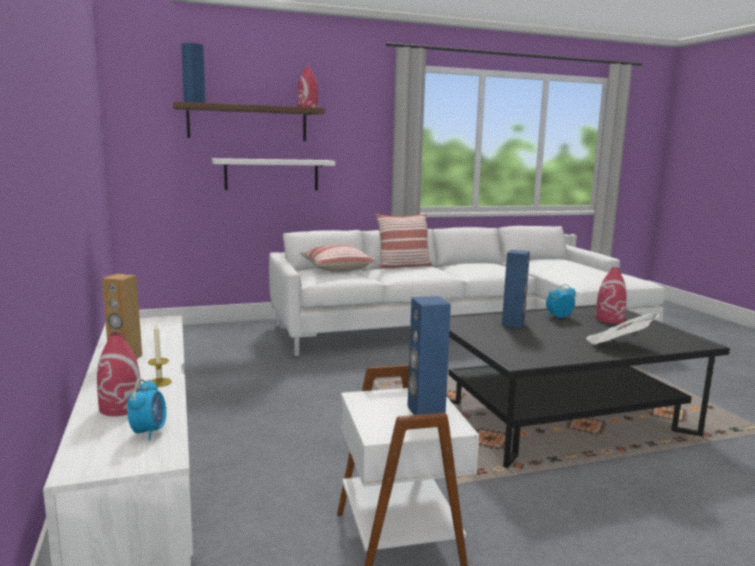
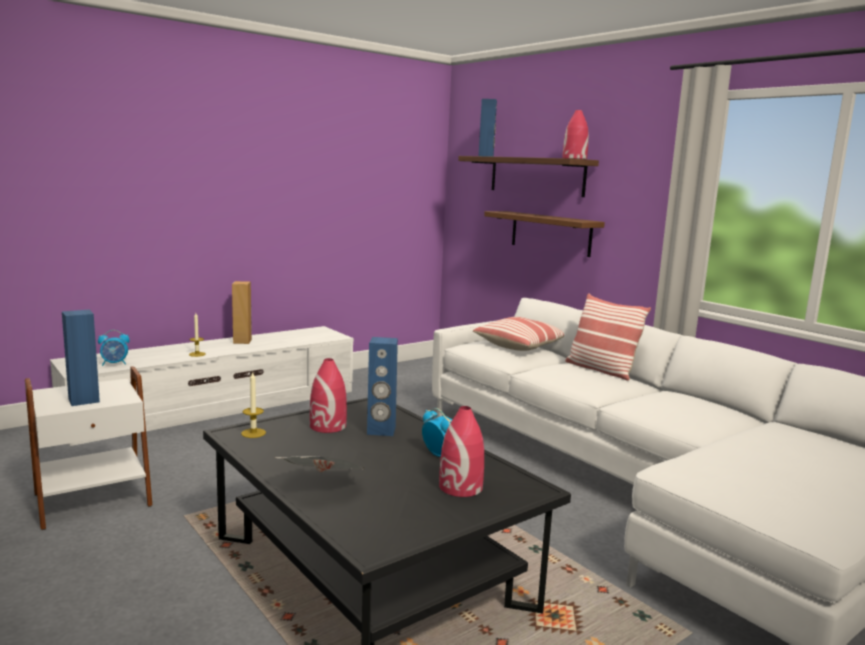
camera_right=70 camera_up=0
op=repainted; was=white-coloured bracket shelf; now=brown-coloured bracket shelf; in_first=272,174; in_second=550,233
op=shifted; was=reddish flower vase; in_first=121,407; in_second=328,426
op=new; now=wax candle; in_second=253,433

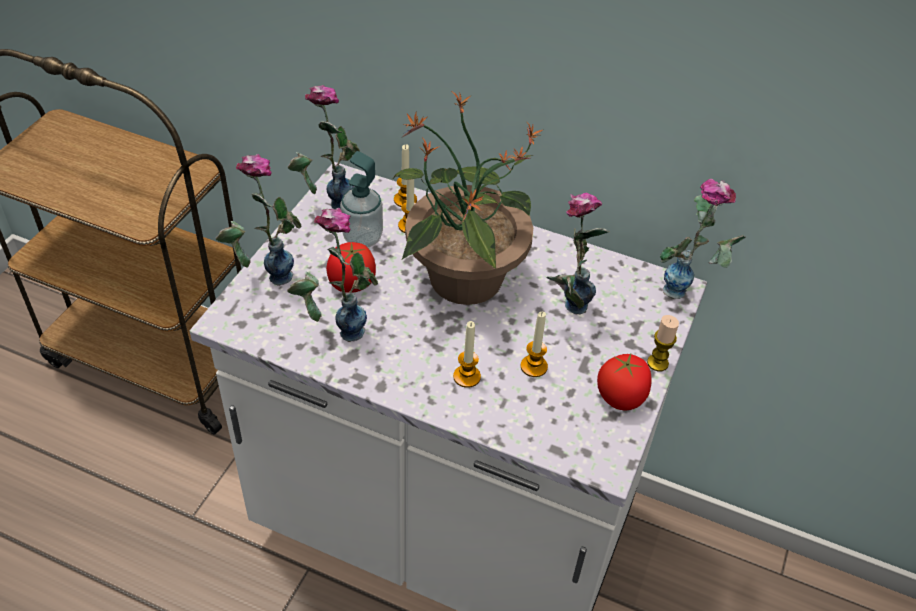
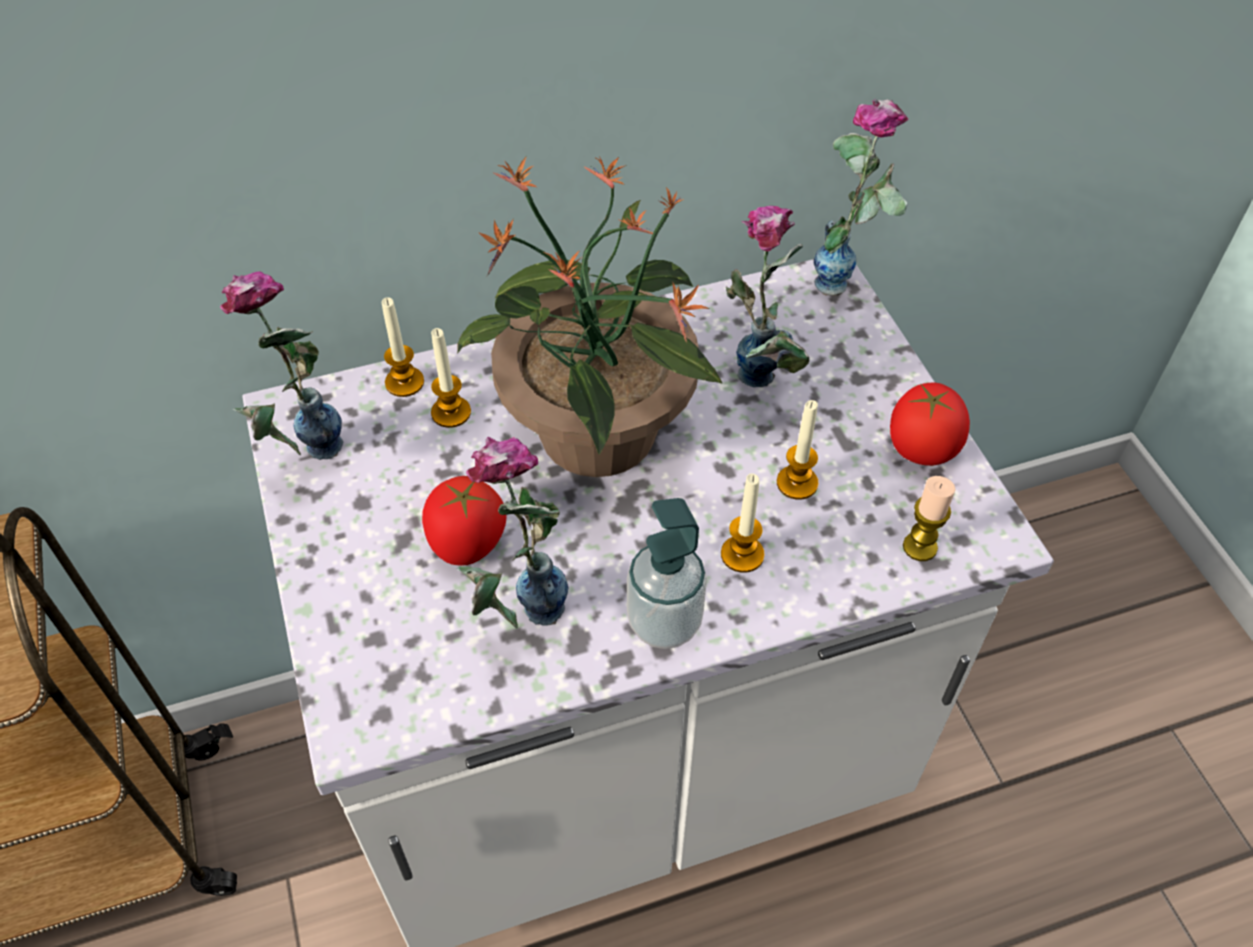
camera_right=-40 camera_up=5
op=shifted; was=soap bottle; in_first=362,238; in_second=664,623
op=gone; was=flower vase; in_first=264,277
op=shifted; was=wax candle; in_first=657,363; in_second=919,547

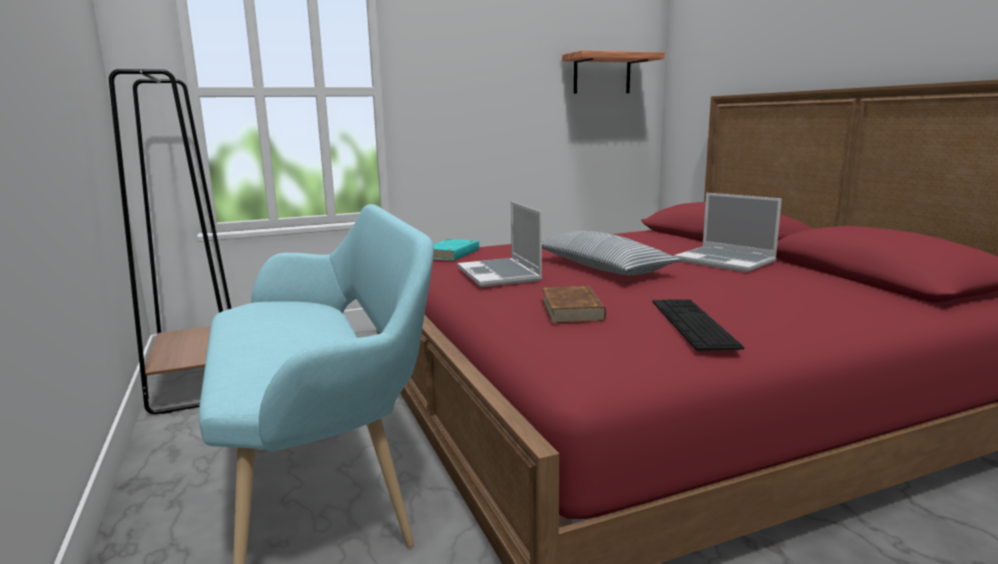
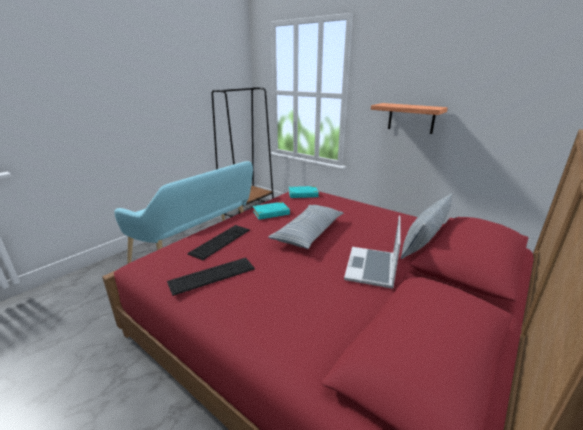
camera_right=60 camera_up=10
op=shifted; was=bracket shelf; in_first=602,74; in_second=411,118
op=swapped; was=portable computer; now=turquoise bound book; in_first=500,275; in_second=271,213
op=swapped; was=brown-coloured bound book; now=PC keyboard; in_first=572,310; in_second=220,241
op=new; now=pillow; in_second=424,242

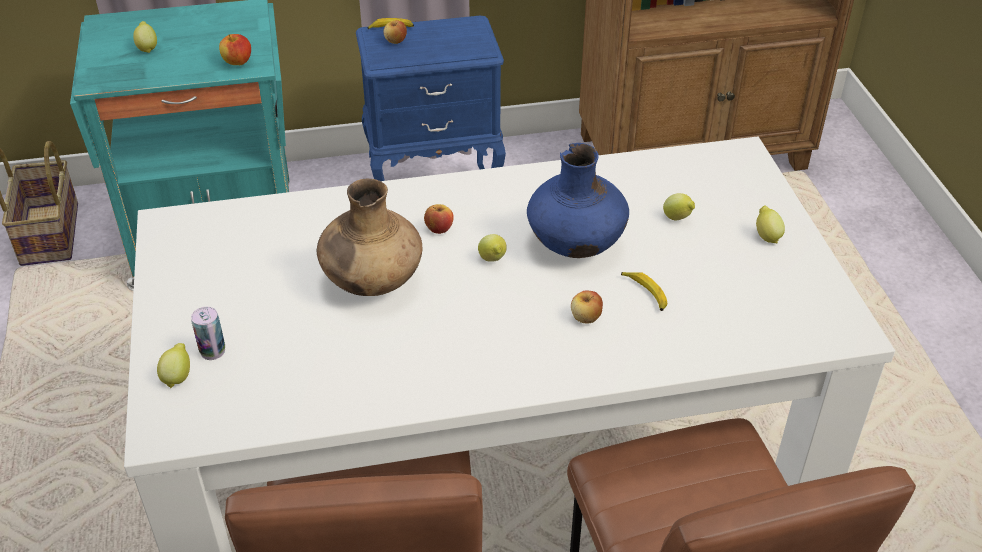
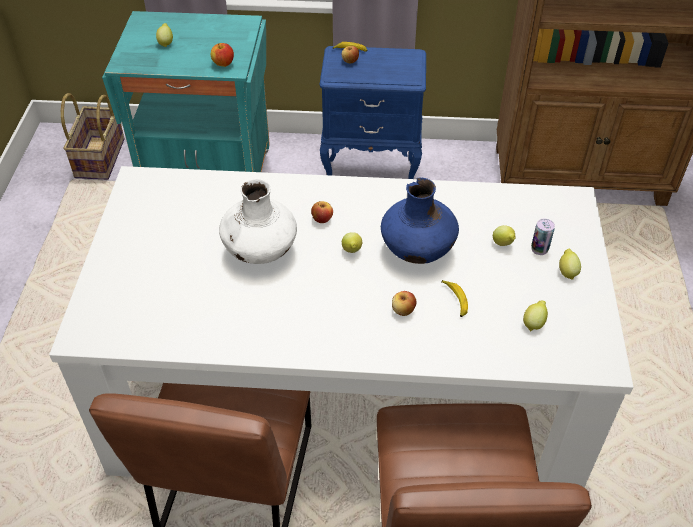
camera_right=15 camera_up=5
op=repainted; was=brown-coloured flower vase; now=white-coloured flower vase; in_first=372,282; in_second=260,251
op=shifted; was=metal can; in_first=212,351; in_second=539,249
op=shifted; was=lemon; in_first=178,377; in_second=534,323

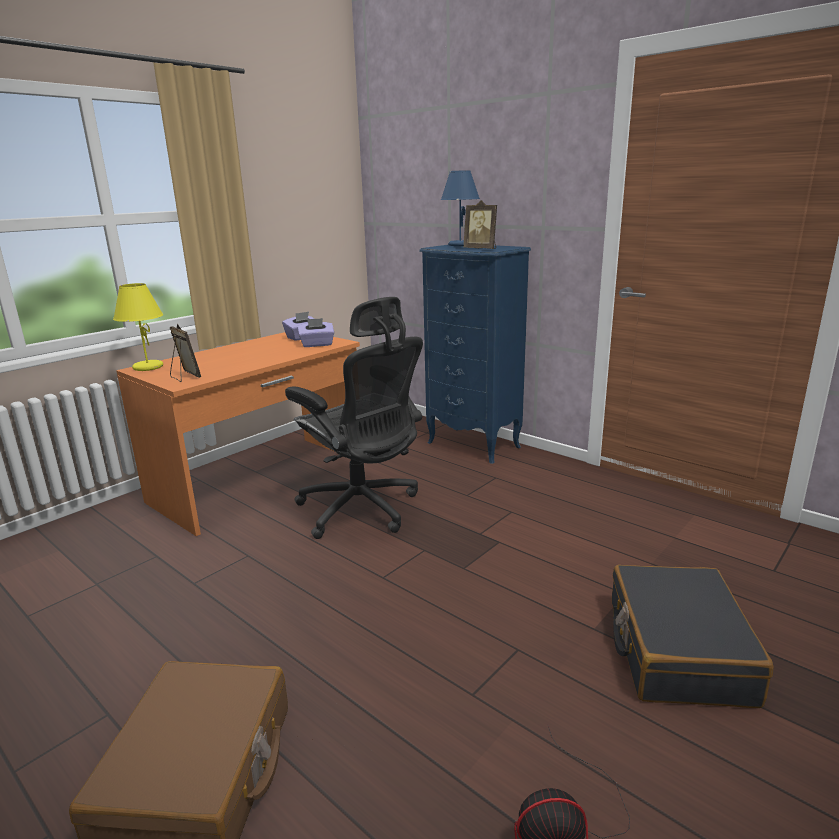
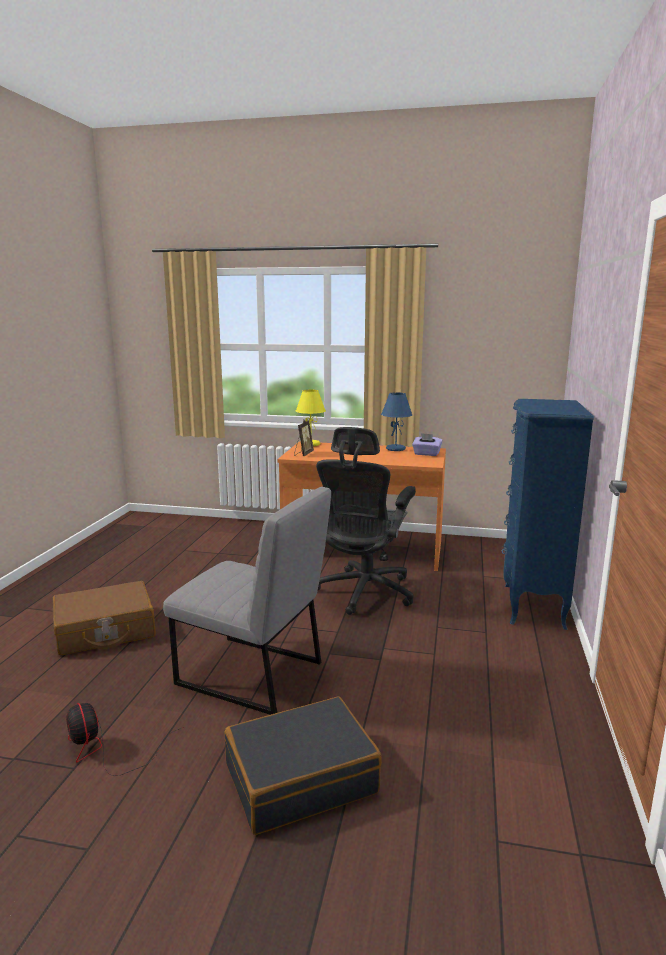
camera_right=60 camera_up=-5
op=shifted; was=blue-coloured table lamp; in_first=459,245; in_second=395,449
op=gone; was=picture frame; in_first=481,249
op=gone; was=purple-coloured tissue holder; in_first=317,344
op=new; now=gray chair; in_second=253,674

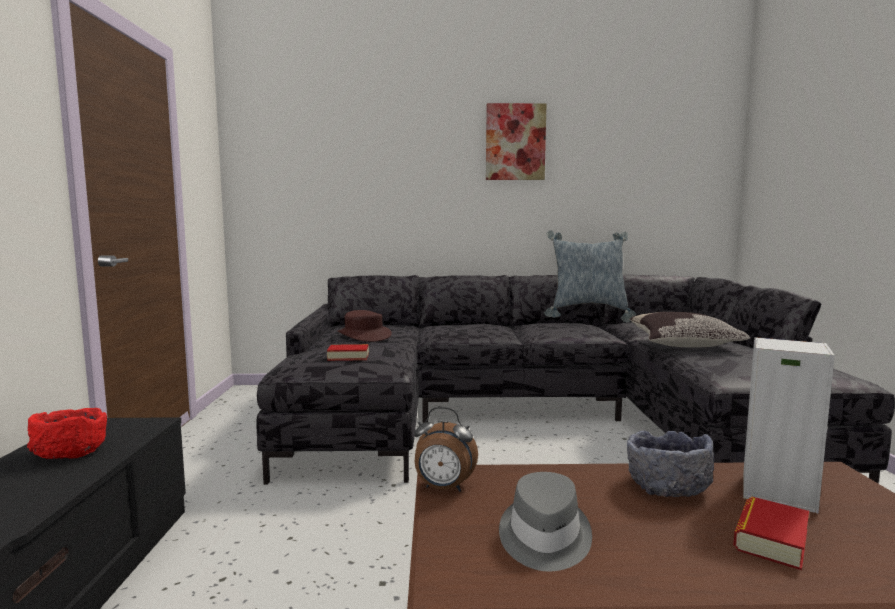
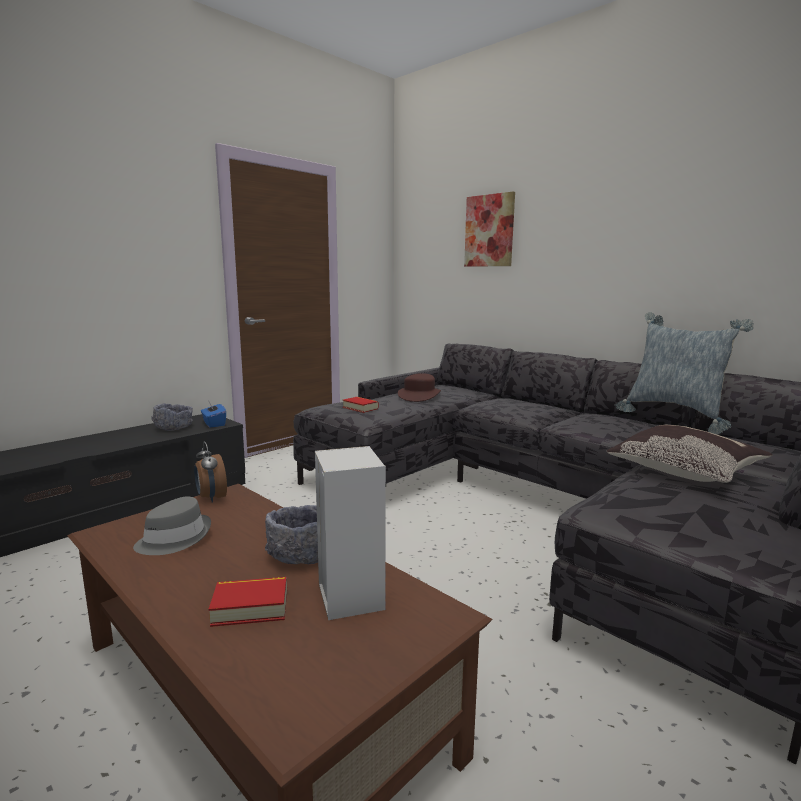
camera_right=45 camera_up=5
op=shifted; was=wall art; in_first=515,142; in_second=489,231
op=repainted; was=reddish deep dish; now=gray deep dish; in_first=70,452; in_second=173,428
op=new; now=blue-coloured tissue holder; in_second=214,424

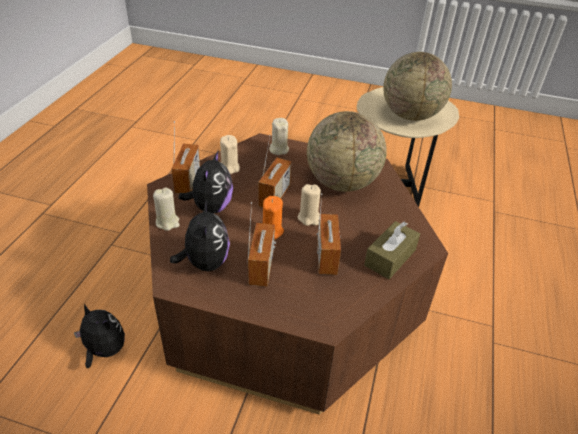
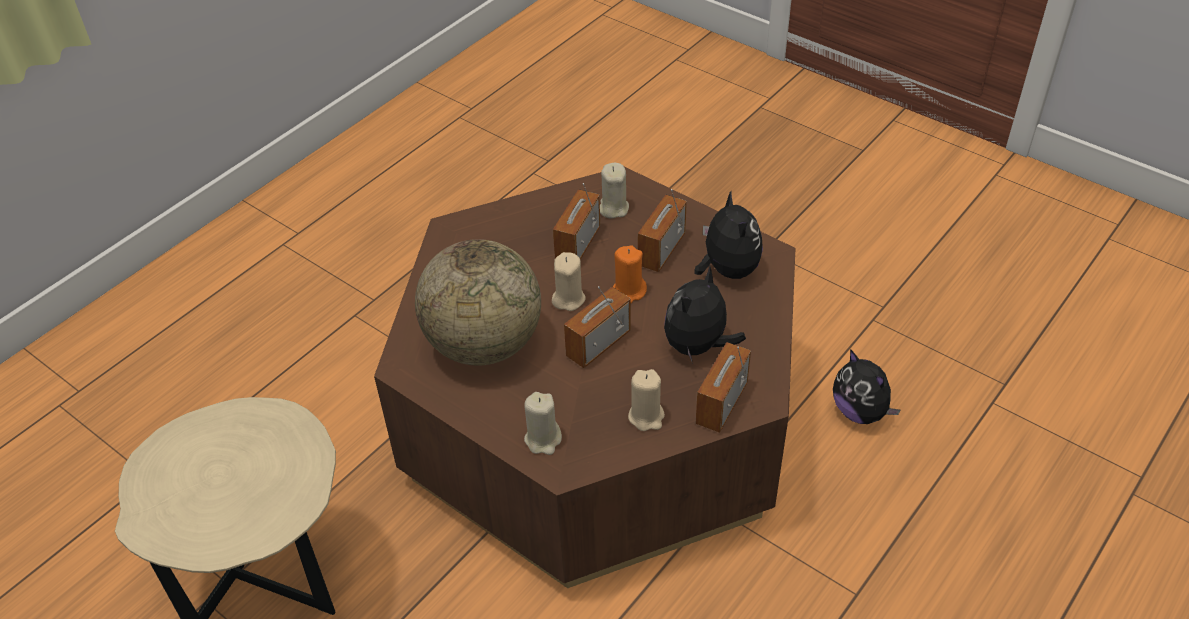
camera_right=-155 camera_up=5
op=gone; was=world globe; in_first=410,115
op=shifted; was=sand-coloured wax candle; in_first=167,222; in_second=613,208
op=rotated; was=soft toy; in_first=205,263; in_second=727,270; clockwise=150
op=gone; was=brown-coloured tissue holder; in_first=390,257

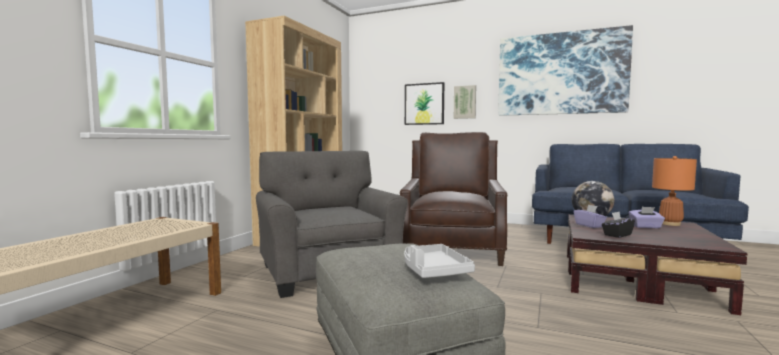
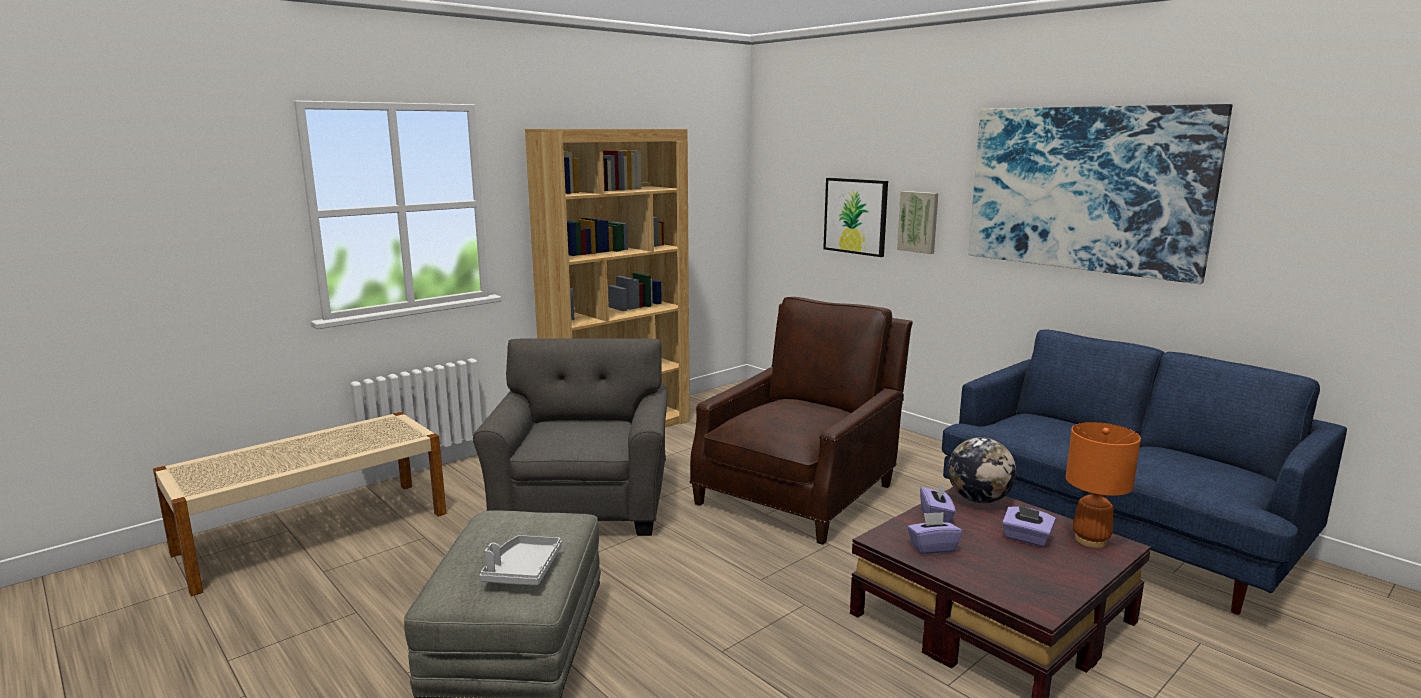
camera_right=25 camera_up=10
op=repainted; was=black-coloured tissue holder; now=purple-coloured tissue holder; in_first=617,235; in_second=932,547

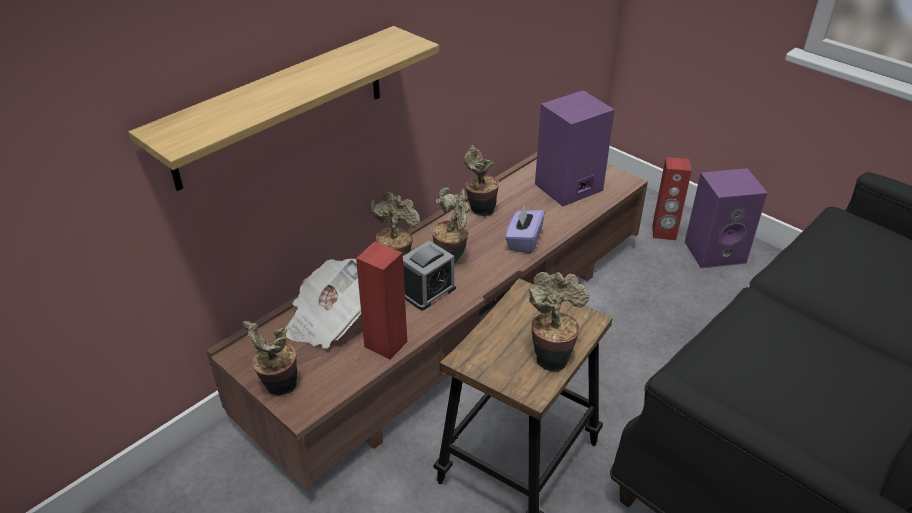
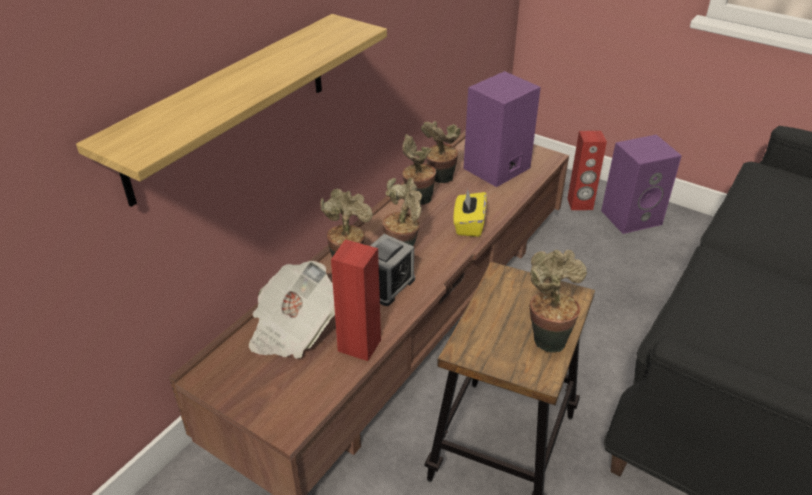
camera_right=-10 camera_up=0
op=repainted; was=purple-coloured tissue holder; now=yellowish tissue holder; in_first=523,241; in_second=469,225
op=shifted; was=plant in a pot; in_first=278,387; in_second=440,179

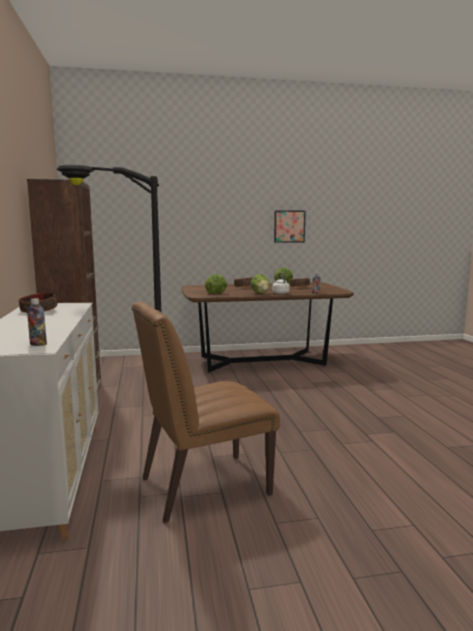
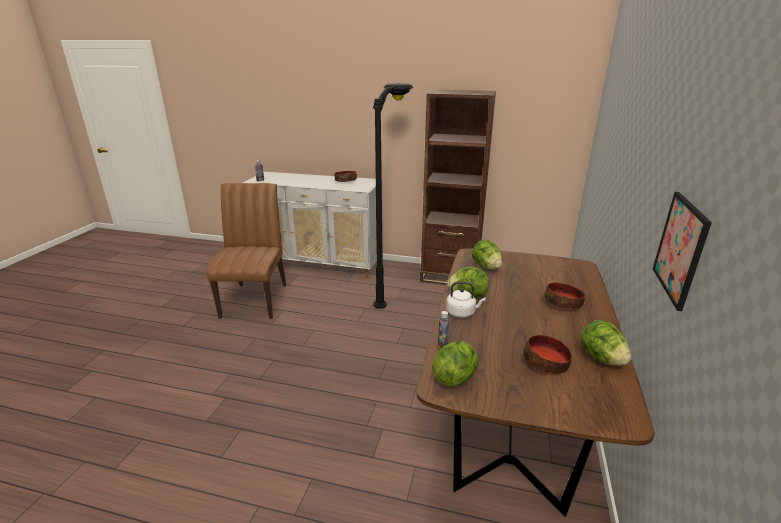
camera_right=115 camera_up=15
op=new; now=head of lettuce; in_second=455,377

